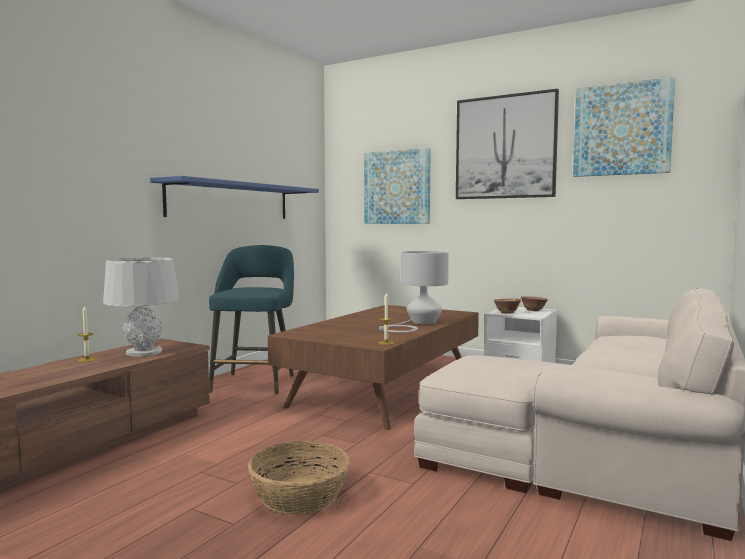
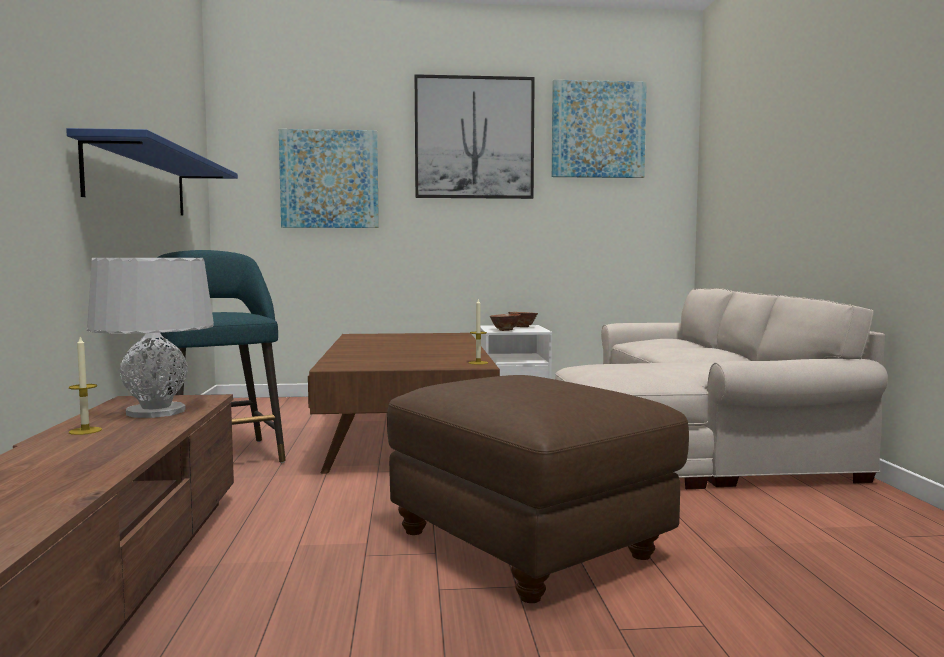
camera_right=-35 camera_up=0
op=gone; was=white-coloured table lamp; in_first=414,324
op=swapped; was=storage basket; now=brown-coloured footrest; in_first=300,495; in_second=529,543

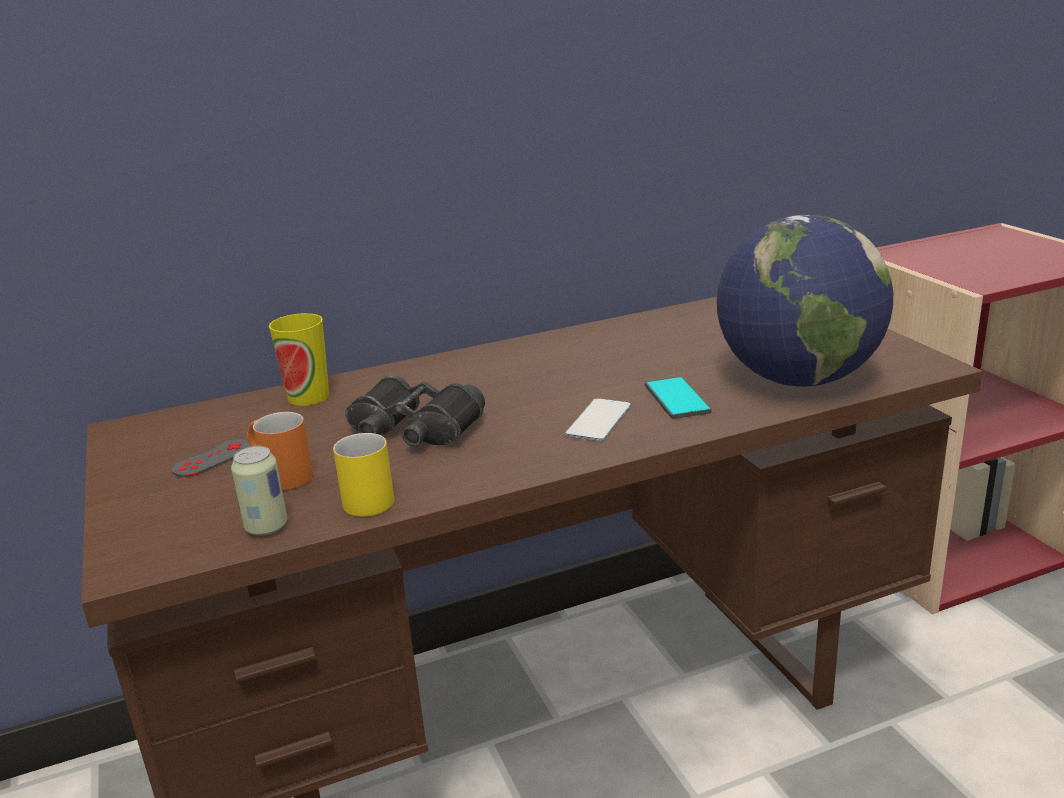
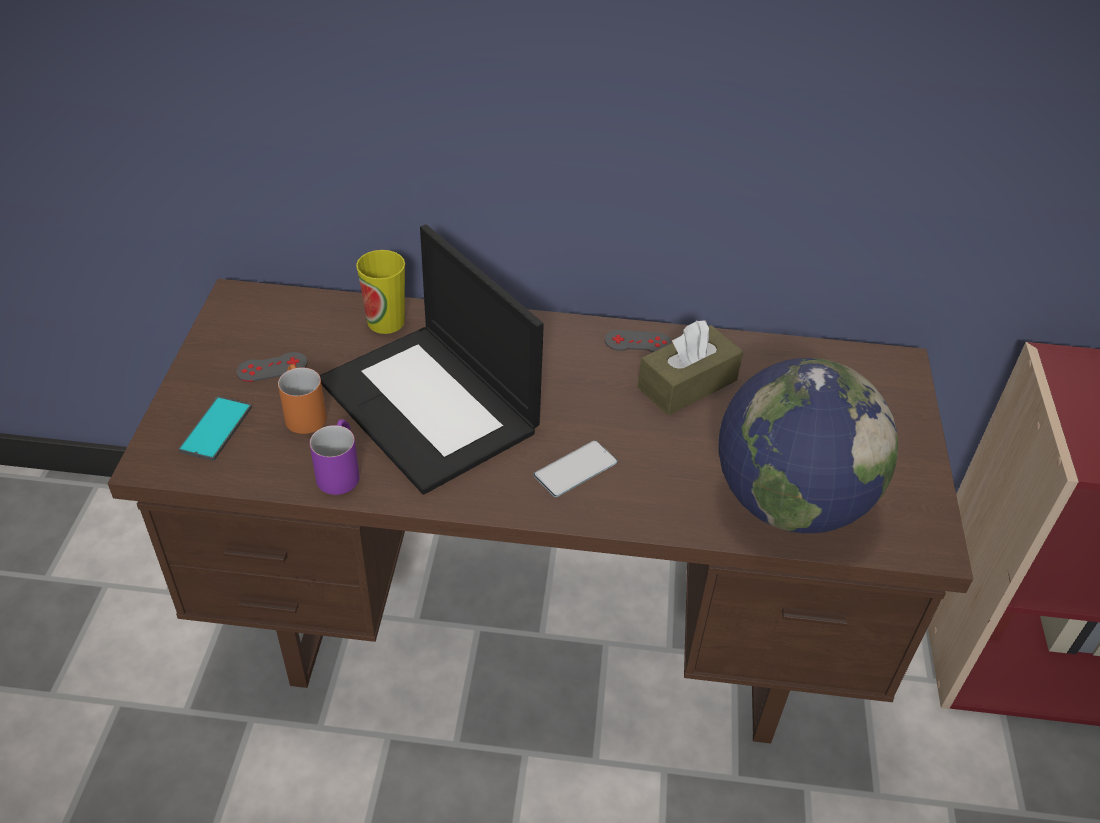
camera_right=25 camera_up=20
op=swapped; was=black-coloured binoculars; now=portable computer; in_first=414,429; in_second=431,406
op=shifted; was=phone; in_first=676,399; in_second=216,429
op=repainted; was=yellowish mug; now=purple-coloured mug; in_first=365,497; in_second=340,470
op=gone; was=metal can; in_first=266,526
op=new; now=brown-coloured tissue holder; in_second=687,384
op=new; now=gray gamepad; in_second=638,342

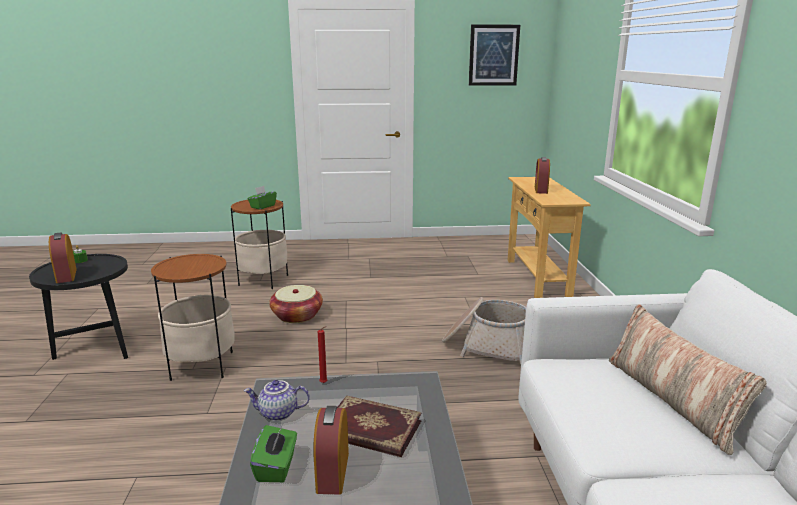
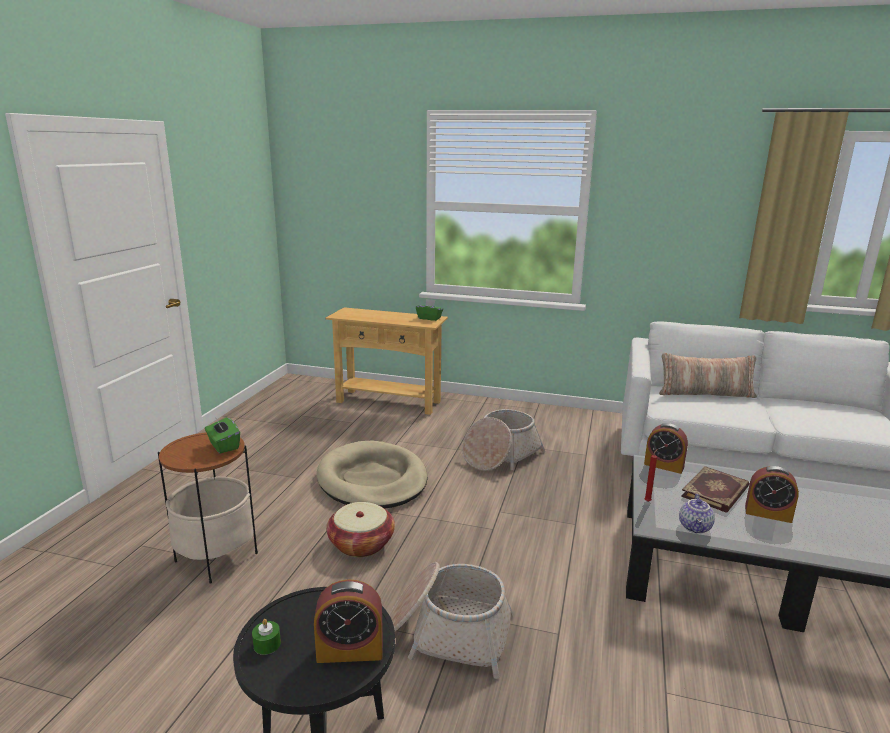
camera_right=-70 camera_up=0
op=gone; was=wall art; in_first=493,55
op=shifted; was=alarm clock; in_first=541,190; in_second=663,465
op=swapped; was=end table; now=storage basket; in_first=202,365; in_second=447,633
op=shifted; was=greenish tissue holder; in_first=276,467; in_second=429,318
op=new; now=sand-coloured dog cushion; in_second=372,480

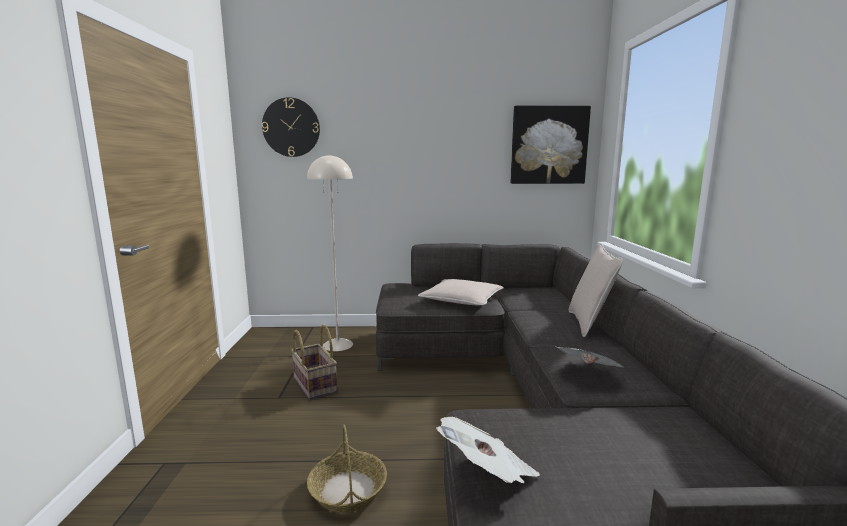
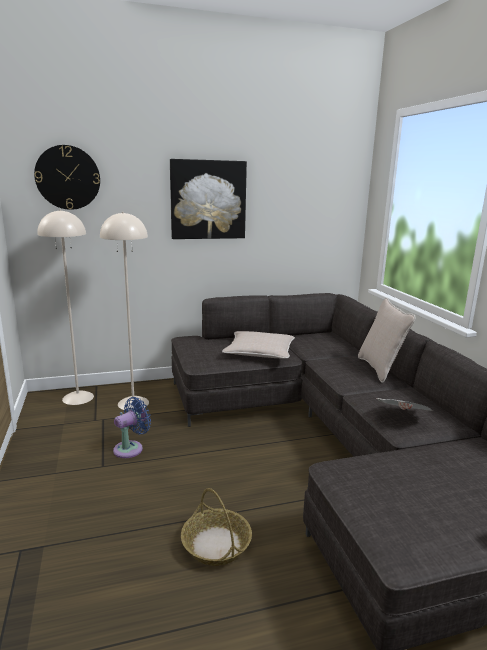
camera_right=-15 camera_up=5
op=shifted; was=wall art; in_first=548,145; in_second=208,200
op=swapped; was=storage basket; now=blue-coloured electric fan; in_first=313,384; in_second=131,448
op=gone; was=printed paper; in_first=487,473
op=new; now=sand-coloured standard lamp; in_second=78,398

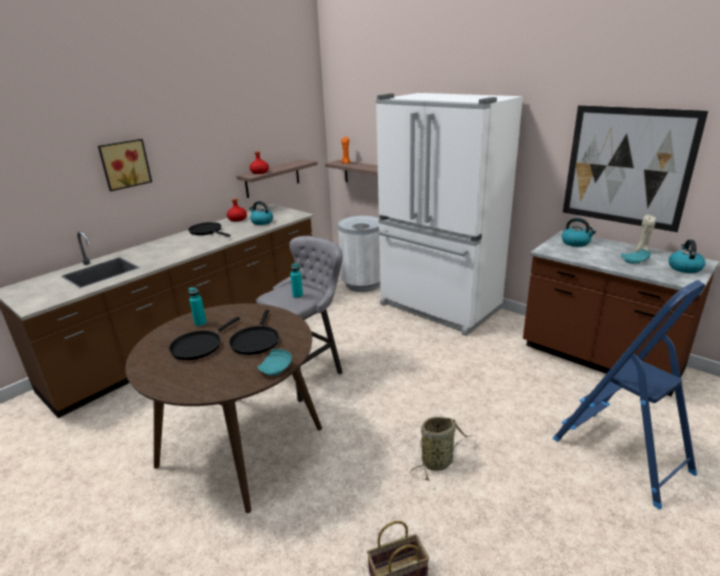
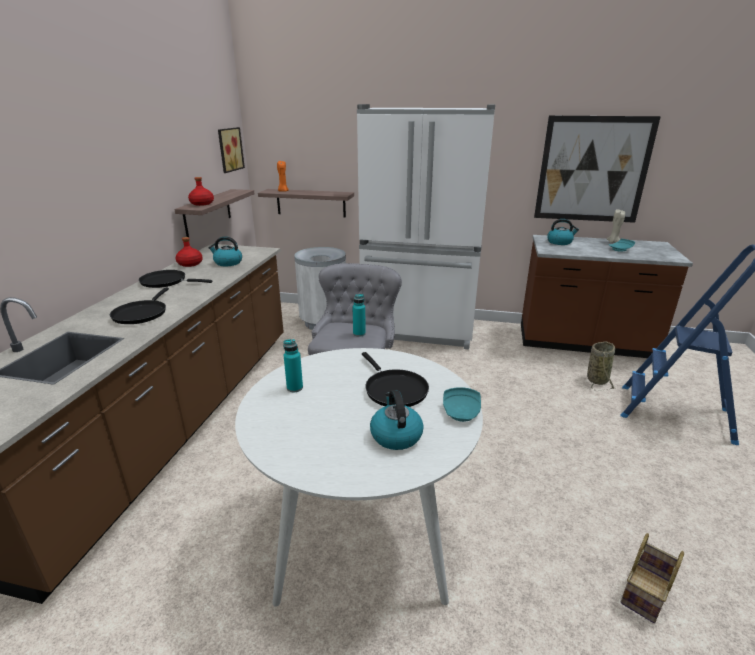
camera_right=-30 camera_up=0
op=shifted; was=wall art; in_first=124,164; in_second=229,149
op=shifted; was=tea kettle; in_first=684,268; in_second=395,435
op=repainted; was=brown-coloured dining table; now=white-coloured dining table; in_first=241,447; in_second=362,532
op=shifted; was=black-coloured skillet; in_first=199,346; in_second=141,313
op=shifted; was=storage basket; in_first=439,461; in_second=597,379

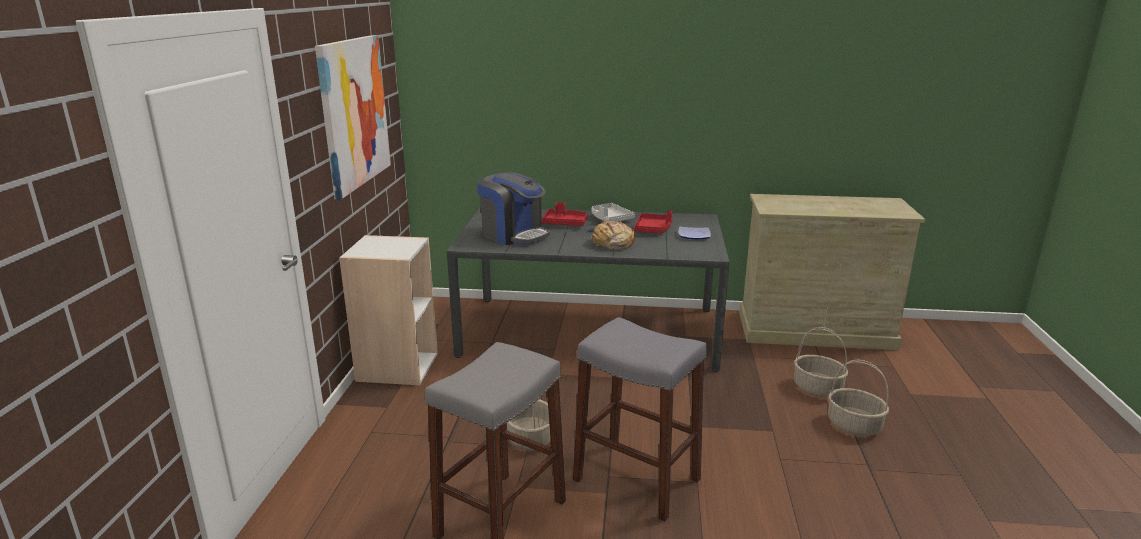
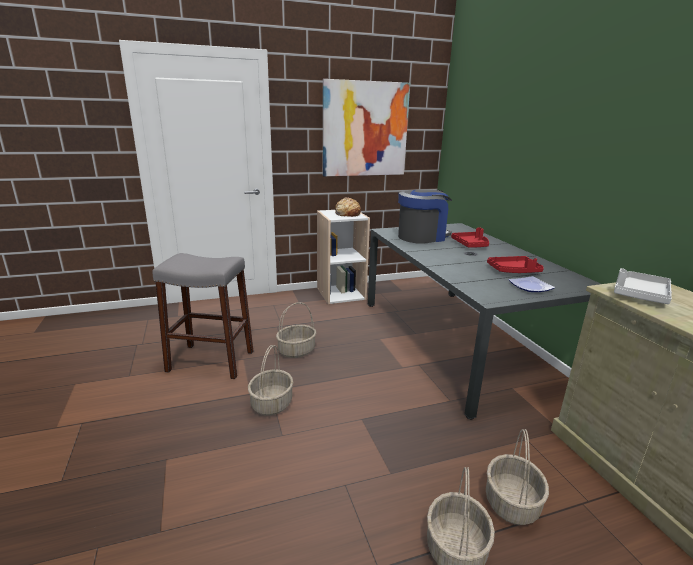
camera_right=65 camera_up=0
op=rotated; was=coffee brewer; in_first=514,235; in_second=422,237; clockwise=-135
op=shifted; was=gray carrying tray; in_first=610,219; in_second=640,294
op=shifted; was=bakery bread; in_first=612,244; in_second=347,213
op=swapped; was=gray stool; now=storage basket; in_first=636,479; in_second=271,403

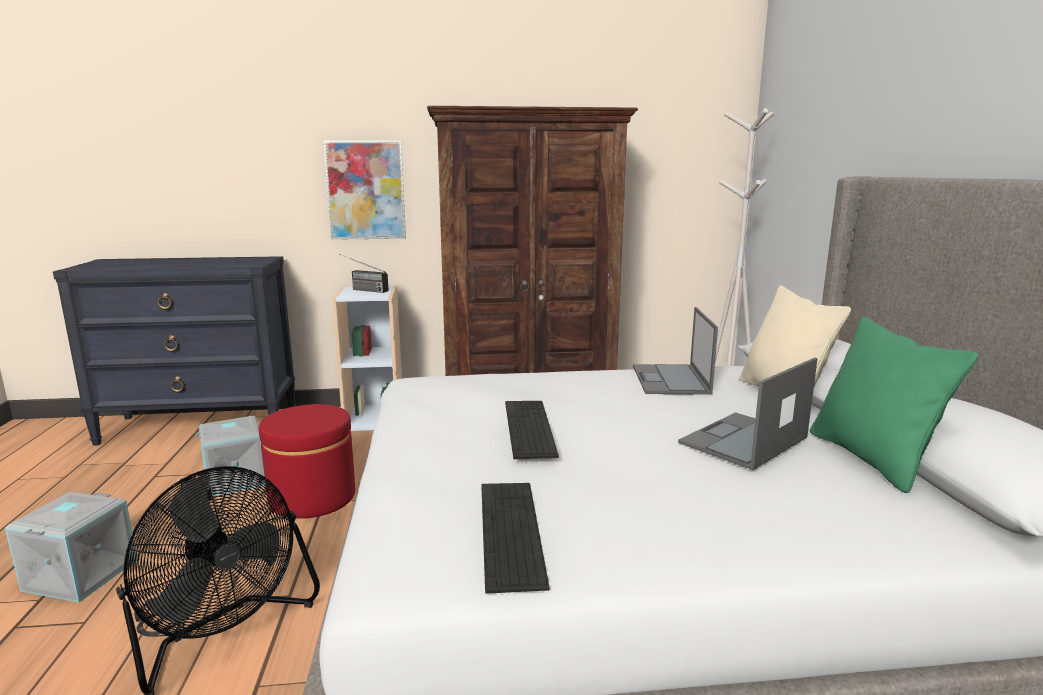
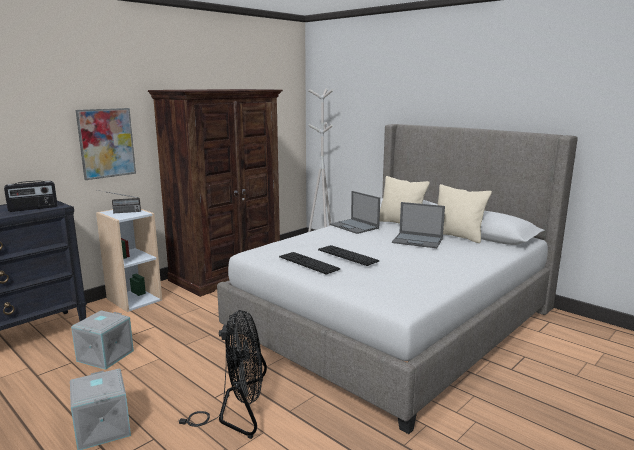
camera_right=-40 camera_up=0
op=repainted; was=greenish pillow; now=sand-coloured pillow; in_first=871,459; in_second=457,236
op=rotated; was=portable computer; in_first=743,441; in_second=418,241; clockwise=-75
op=gone; was=reddish footrest; in_first=312,498
op=shifted; was=PC keyboard; in_first=510,531; in_second=308,263
op=new; now=radio set; in_second=33,208

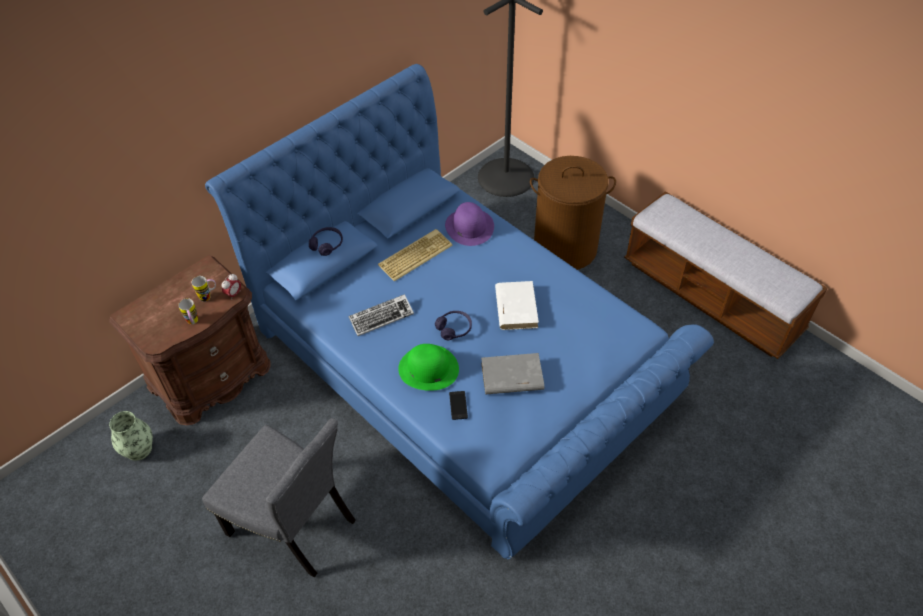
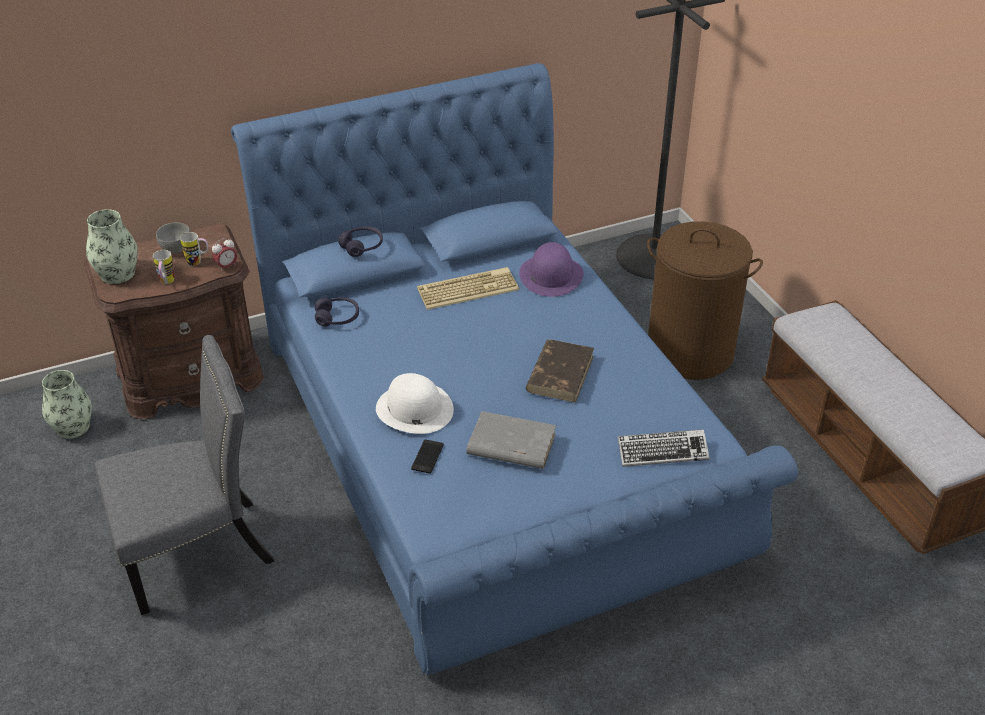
camera_right=20 camera_up=-10
op=repainted; was=white-coloured bound book; now=brown-coloured bound book; in_first=516,307; in_second=560,373
op=shifted; was=PC keyboard; in_first=381,317; in_second=662,452
op=shifted; was=purple-coloured headset; in_first=454,329; in_second=337,318
op=repainted; was=greenish hat; now=white-coloured hat; in_first=428,368; in_second=414,409
op=rotated; was=gray chair; in_first=291,522; in_second=194,553; clockwise=-75
op=new; now=flower vase; in_second=118,274
op=new; now=gray deep dish; in_second=177,249

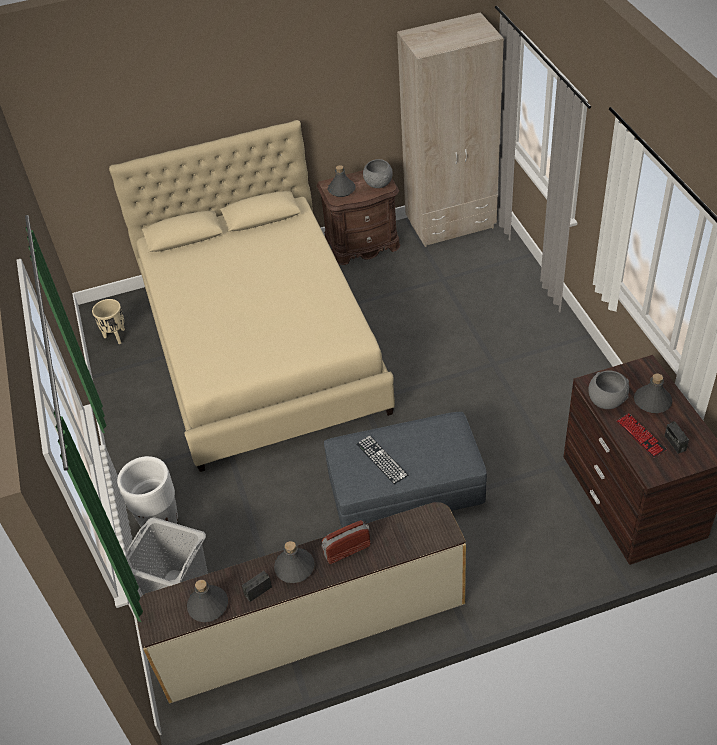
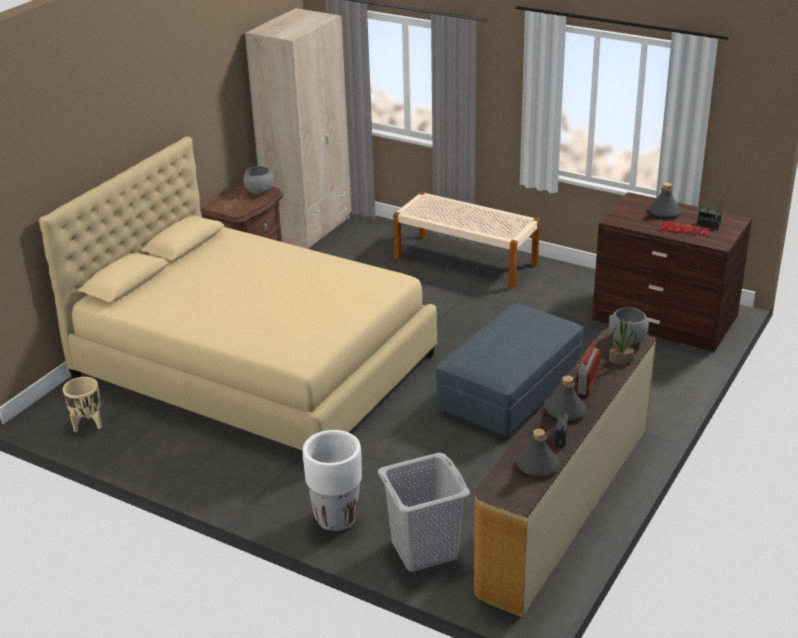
camera_right=-45 camera_up=-15
op=gone; was=gray bottle; in_first=341,190
op=shifted; was=gray deep dish; in_first=606,400; in_second=626,339
op=gone; was=PC keyboard; in_first=381,459
op=new; now=sand-coloured bench; in_second=466,261
op=new; now=plant in a pot; in_second=621,360

